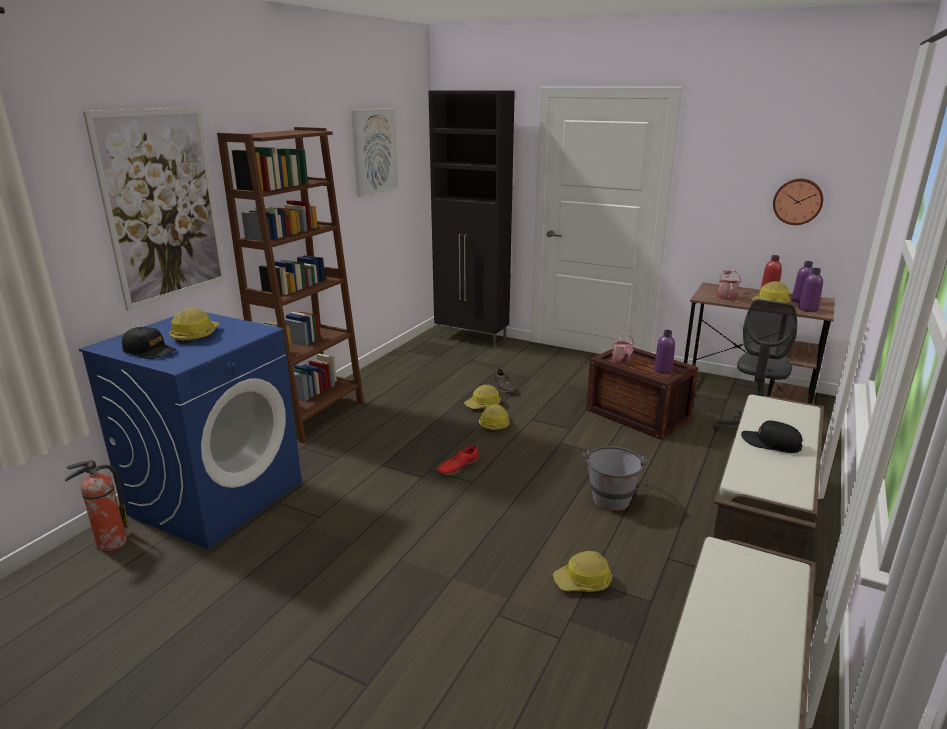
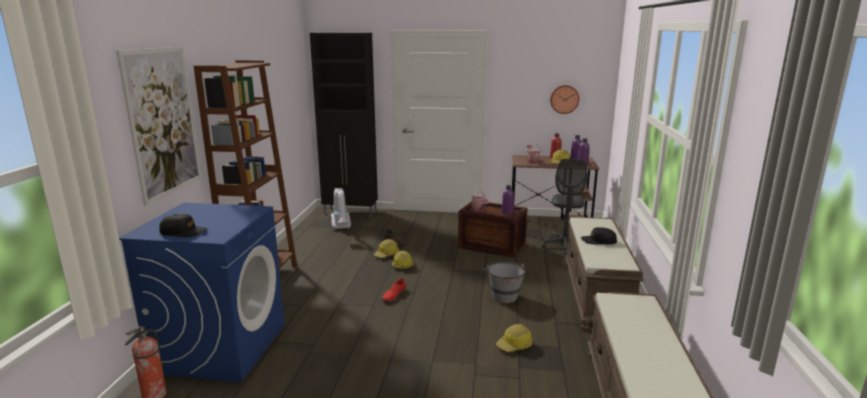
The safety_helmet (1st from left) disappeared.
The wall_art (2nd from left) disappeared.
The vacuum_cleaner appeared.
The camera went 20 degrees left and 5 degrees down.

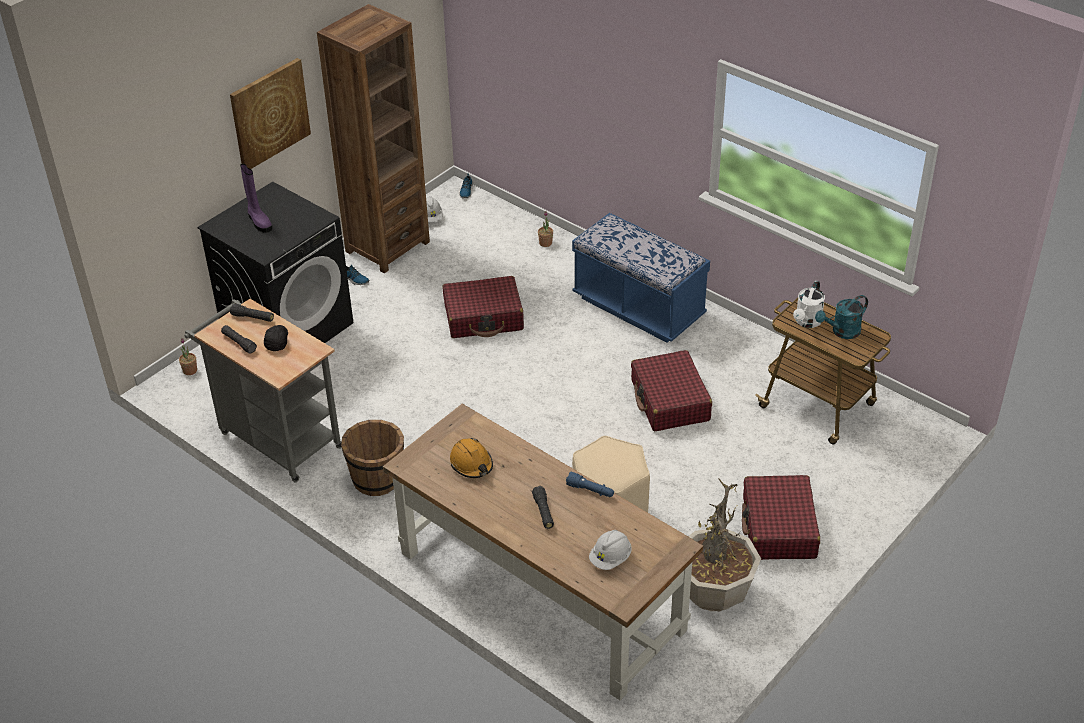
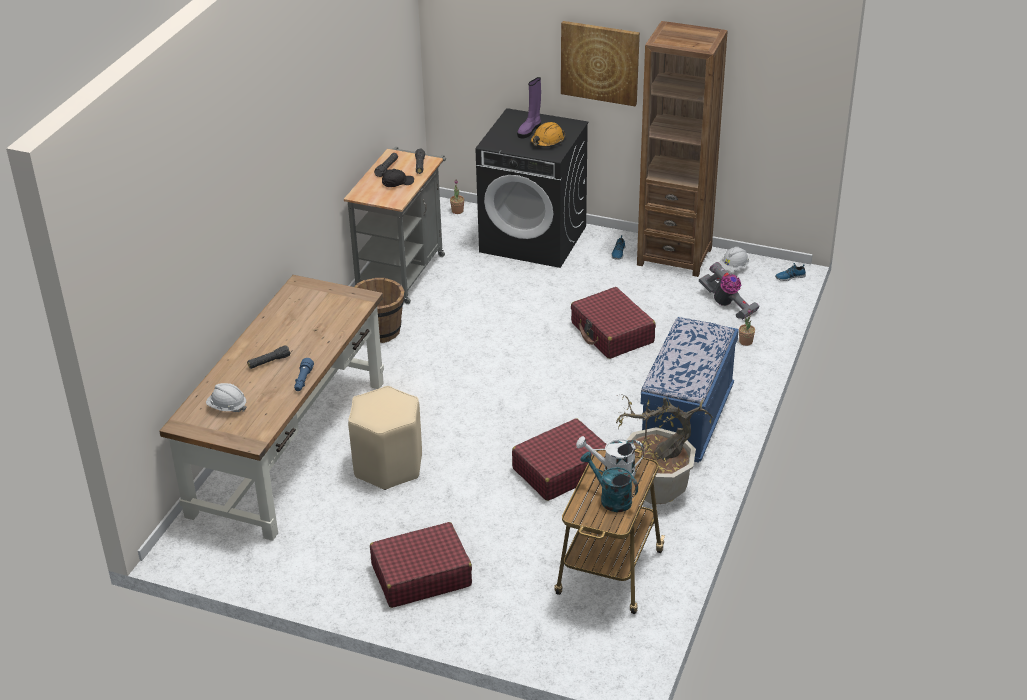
The orange-coloured_safety_helmet moved.
The potted_plant (3rd from left in the first image) moved.
The vacuum_cleaner appeared.
The camera went 70 degrees right and 5 degrees down.

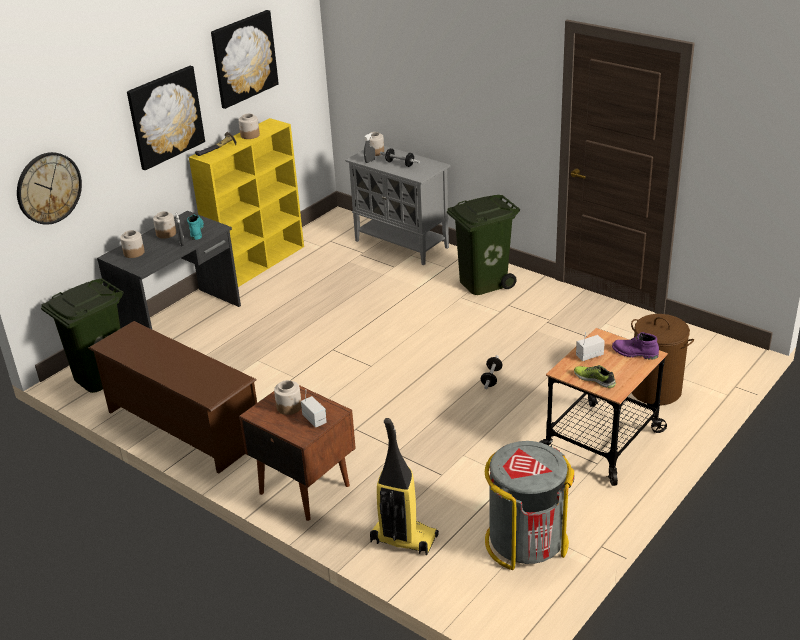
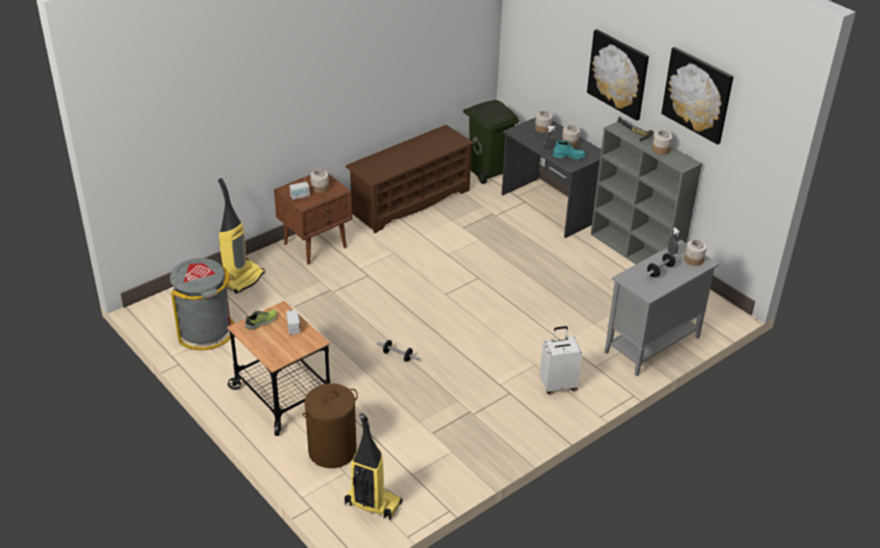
The clock_on_the_wall disappeared.
The yellow_bookshelf became the gray_bookshelf.
The greenish_trash_can (2nd from left) was replaced by the whitish_suitcase.
The purple_high-top_boot disappeared.
The vacuum_cleaner (2nd from left) appeared.
The camera went 100 degrees right and 5 degrees up.

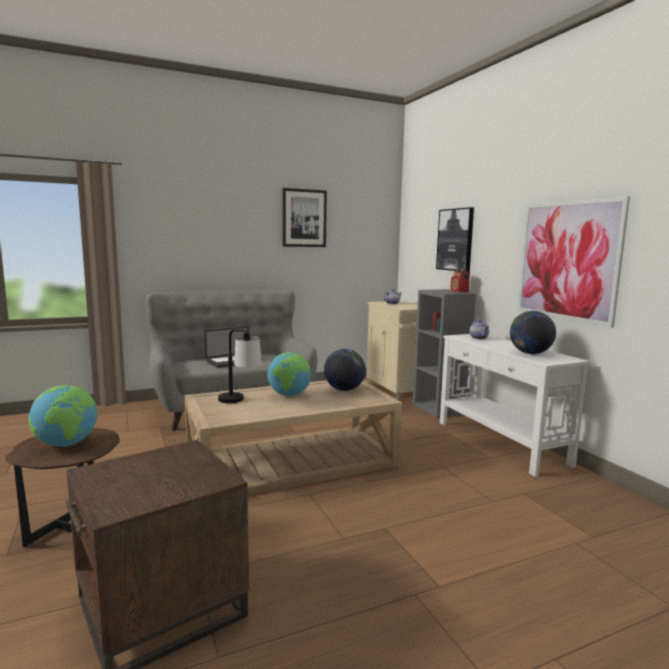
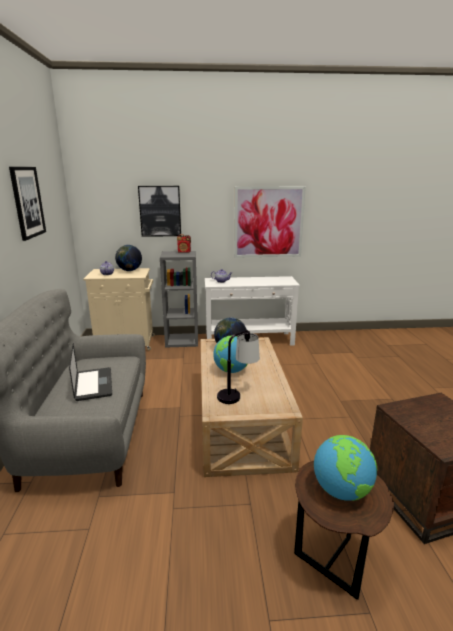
The world_globe (4th from left in the first image) moved.
The camera went 70 degrees left and 10 degrees up.

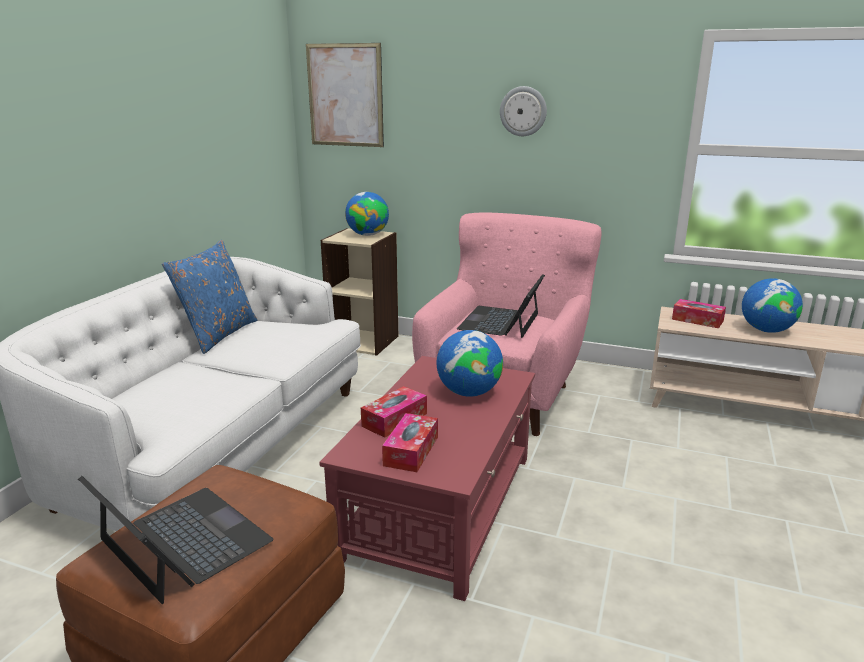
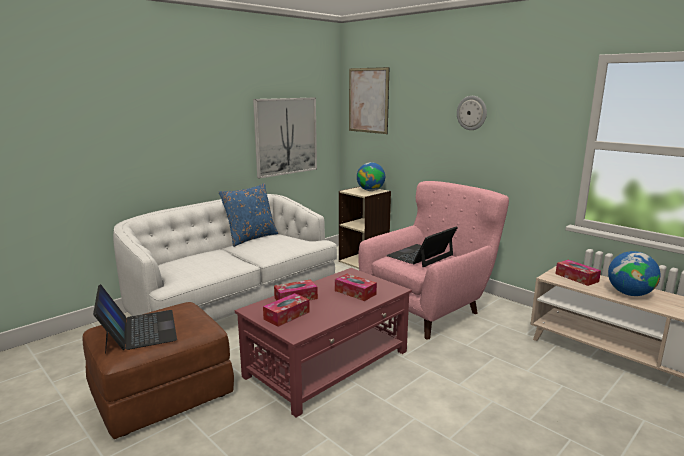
The world_globe (2nd from left) was replaced by the box_of_tissues (3rd from left).
The wall_art (1st from left) appeared.
The camera went 25 degrees right and 5 degrees down.

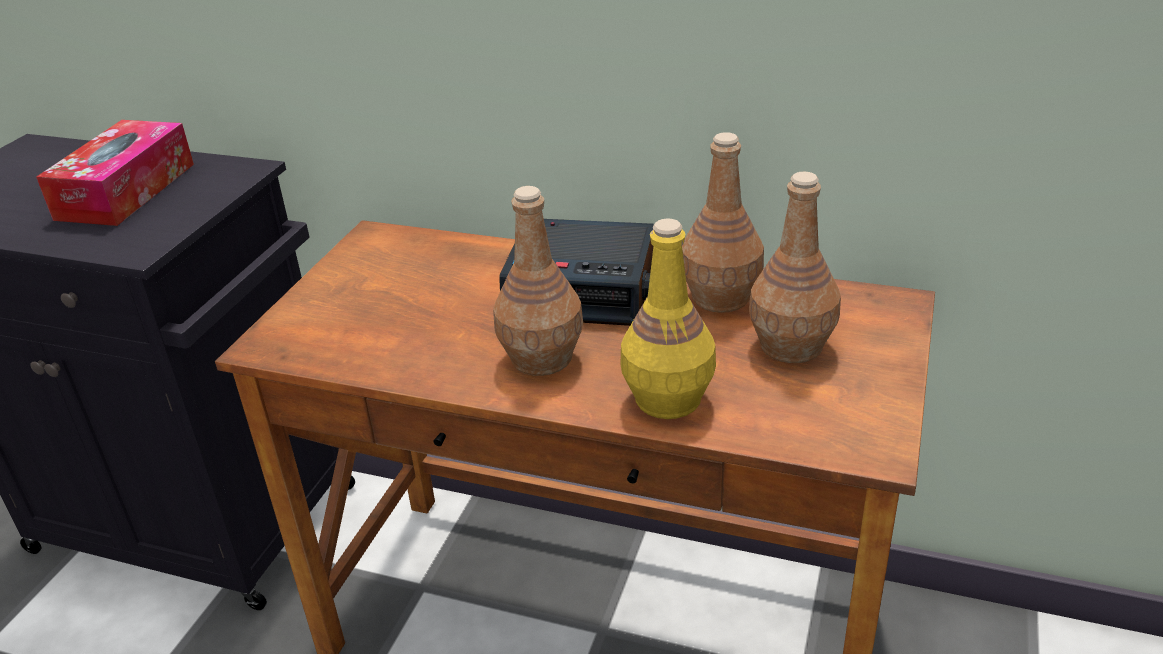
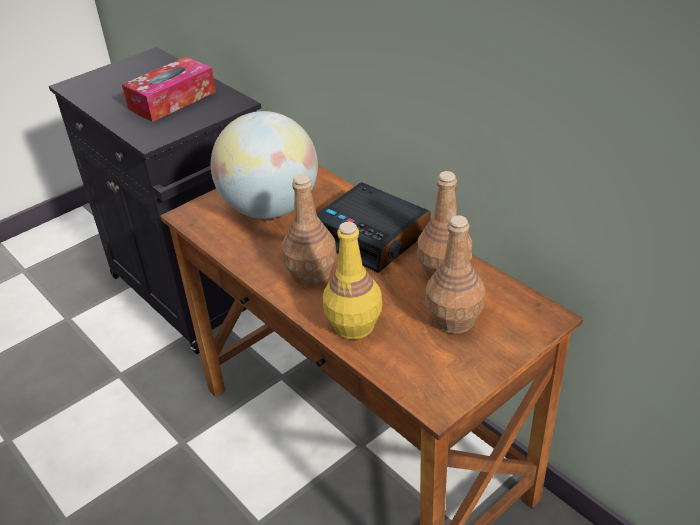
The world_globe appeared.
The camera went 30 degrees right and 5 degrees up.

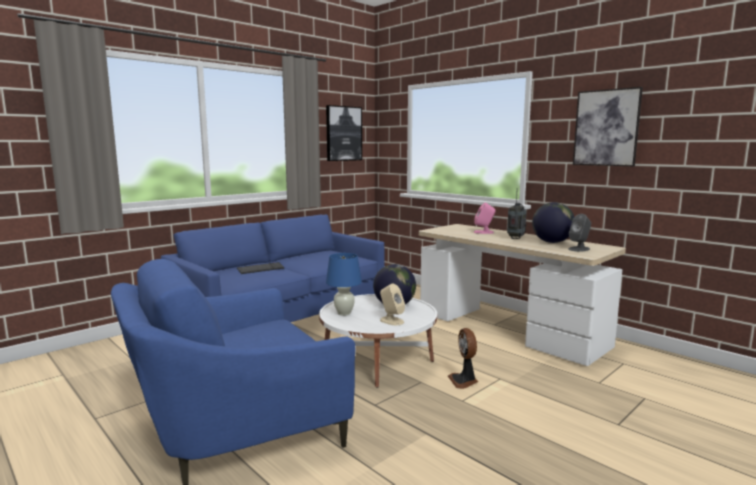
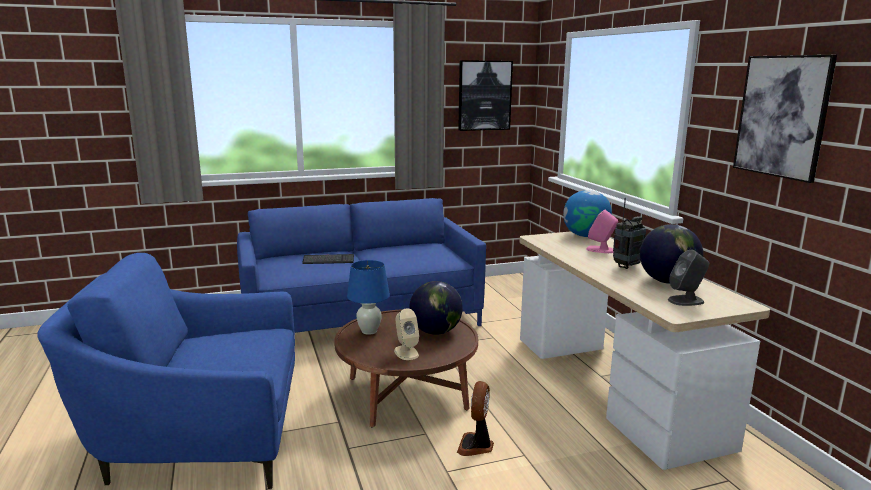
The whitish_low_table became the brownish_low_table.
The world_globe (2nd from left) appeared.
The camera went 25 degrees right and 5 degrees up.

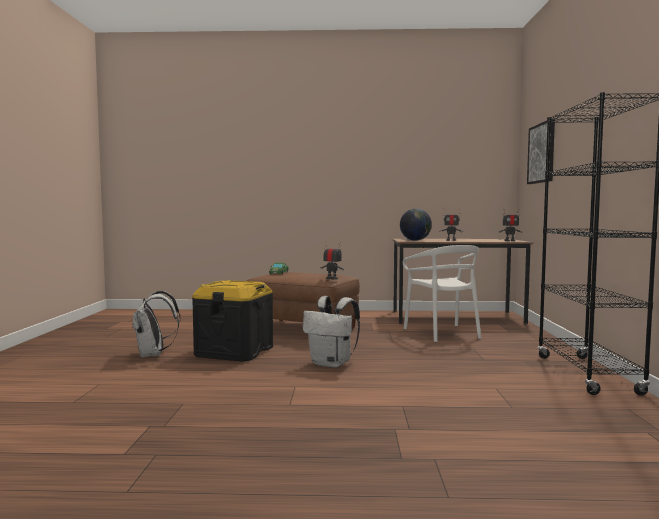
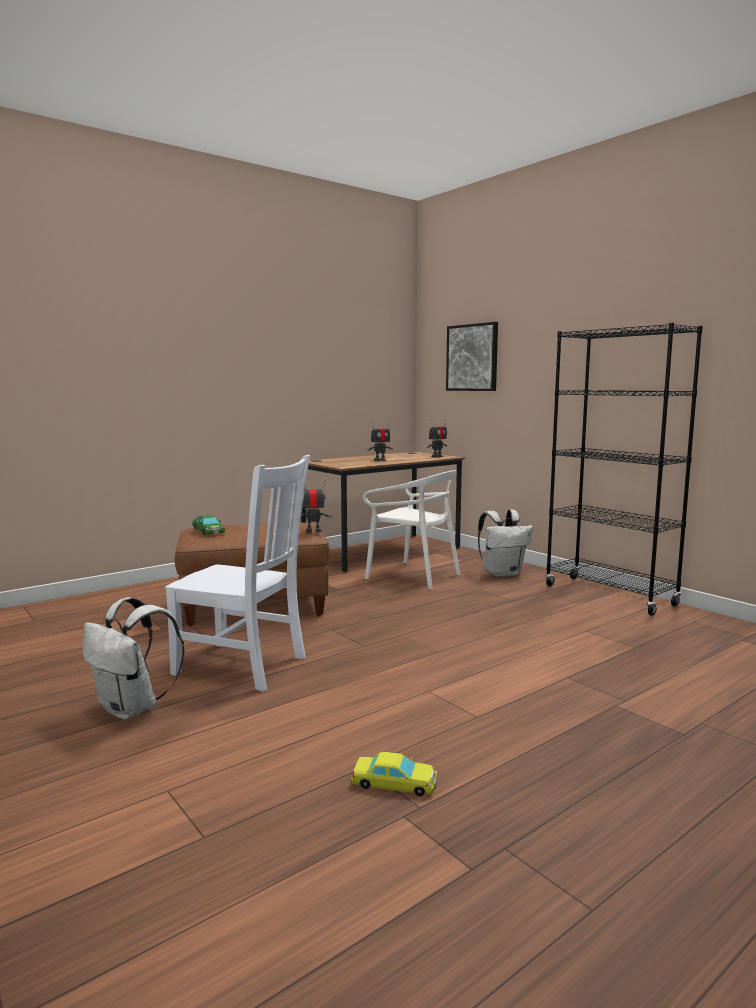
The black_storage_bin was replaced by the whitish_upright_chair (1st from left).
The whitish_backpack (2nd from left) moved.
The world_globe disappeared.
The yellow_miniature_car appeared.
The camera went 40 degrees left and 5 degrees up.

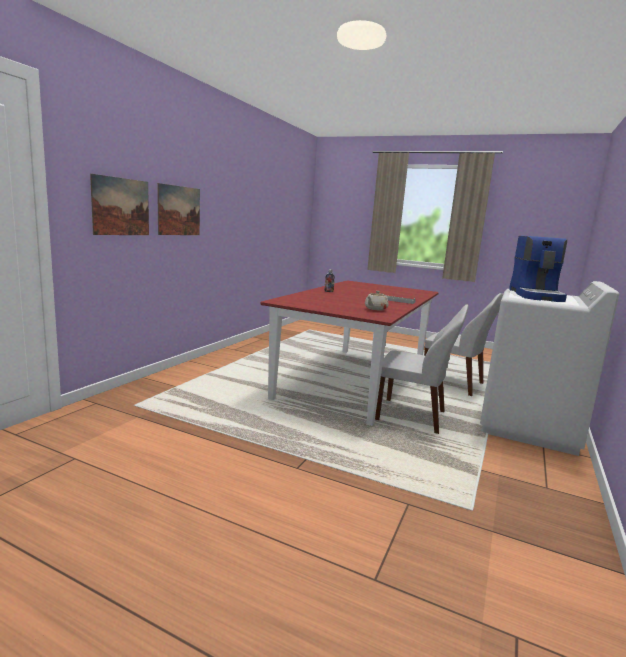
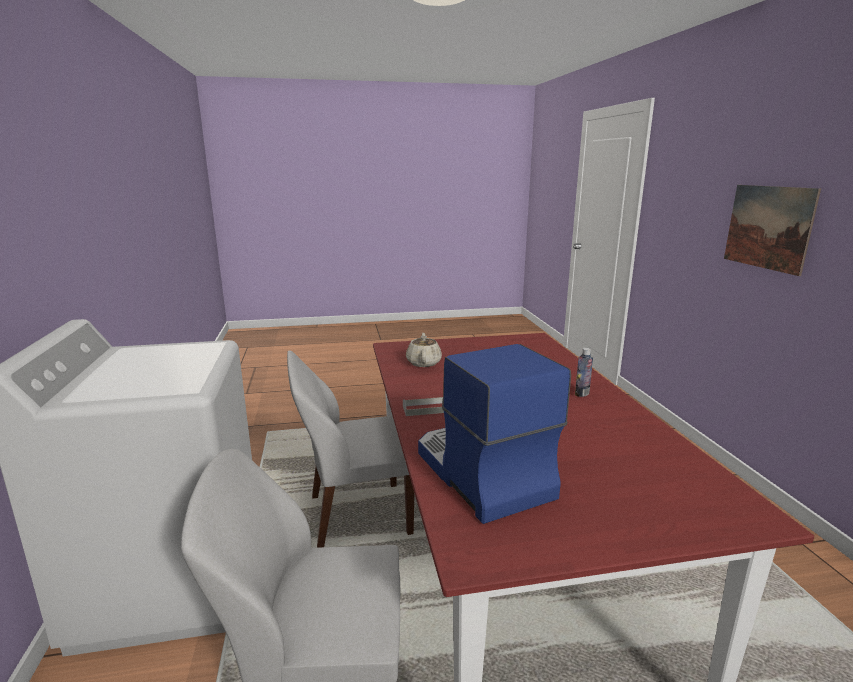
The wall_art (1st from left) disappeared.
The coffee_machine moved.
The camera went 145 degrees right and 5 degrees up.

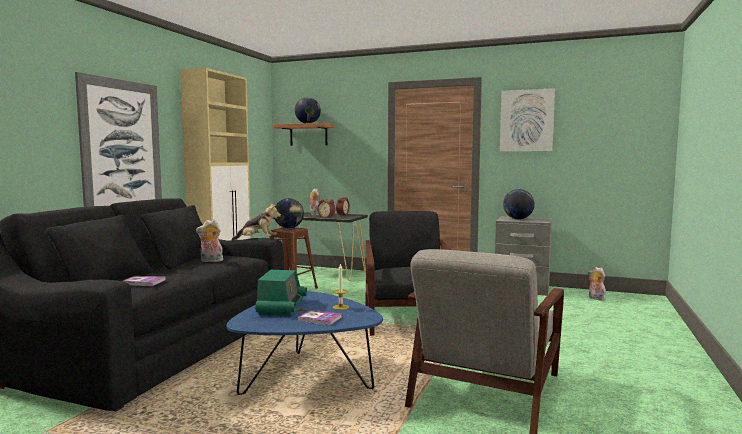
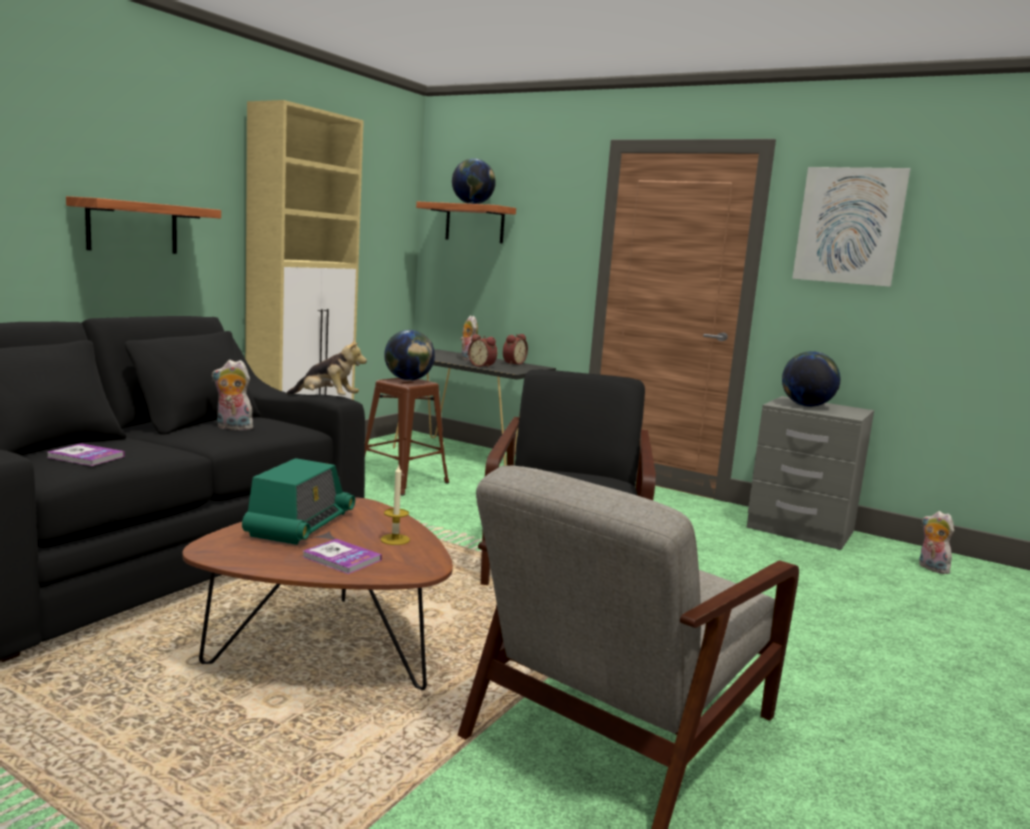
The wall_art (1st from left) was replaced by the shelf (1st from left).
The blue_low_table became the brownish_low_table.
The camera went 10 degrees right and 5 degrees up.

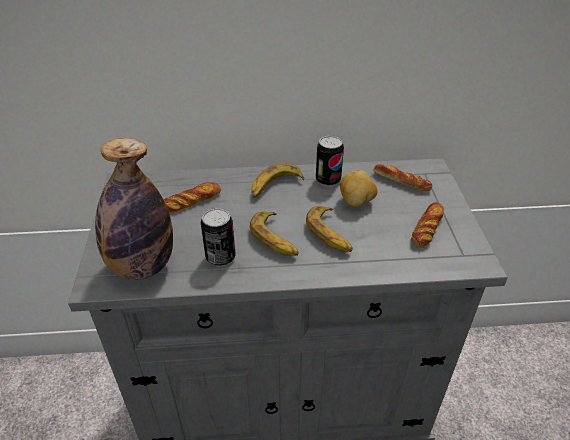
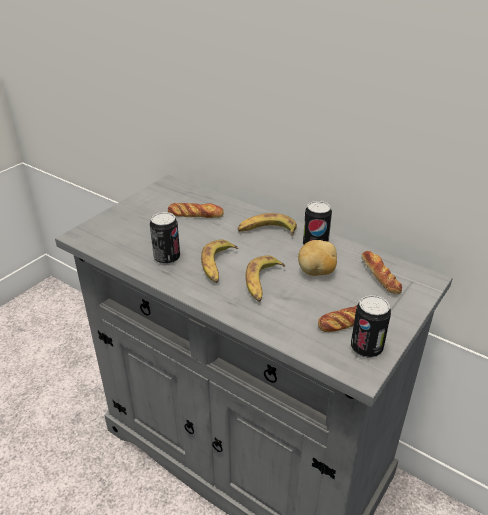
The beverage_bottle disappeared.
The sealed_can (3rd from left) appeared.
The camera went 40 degrees right and 5 degrees down.

